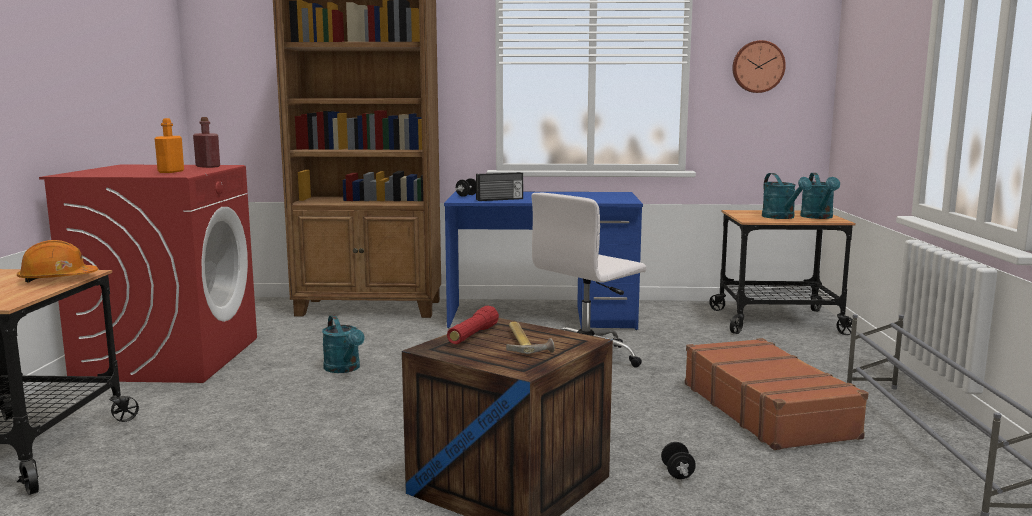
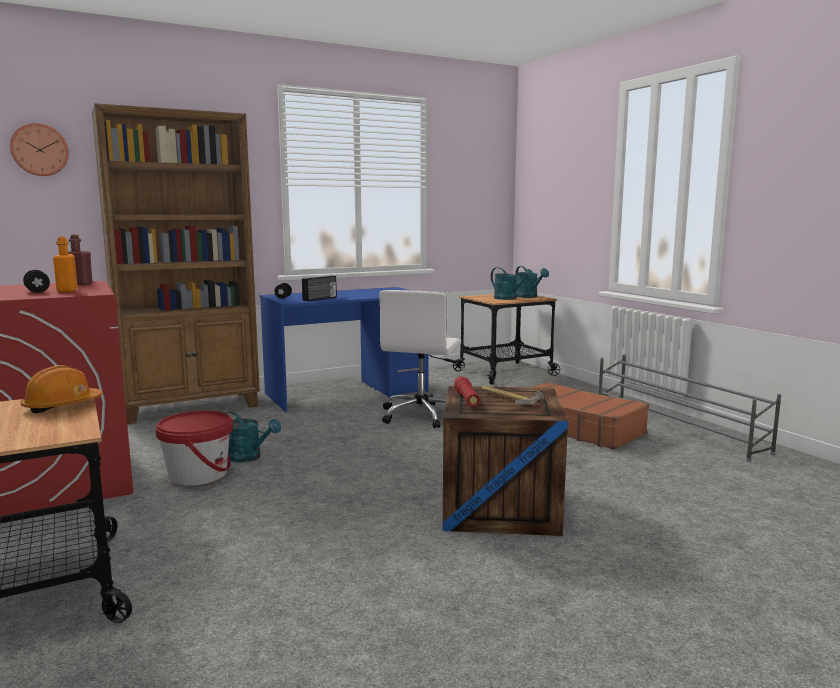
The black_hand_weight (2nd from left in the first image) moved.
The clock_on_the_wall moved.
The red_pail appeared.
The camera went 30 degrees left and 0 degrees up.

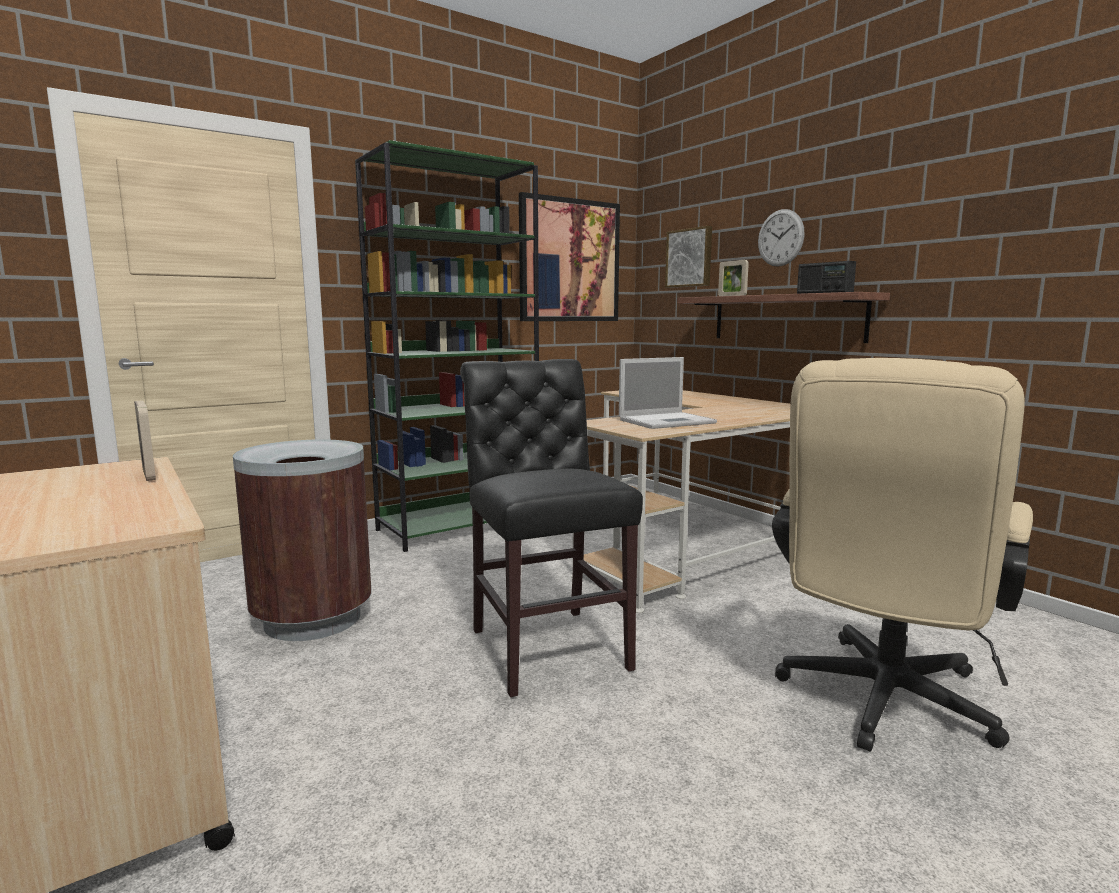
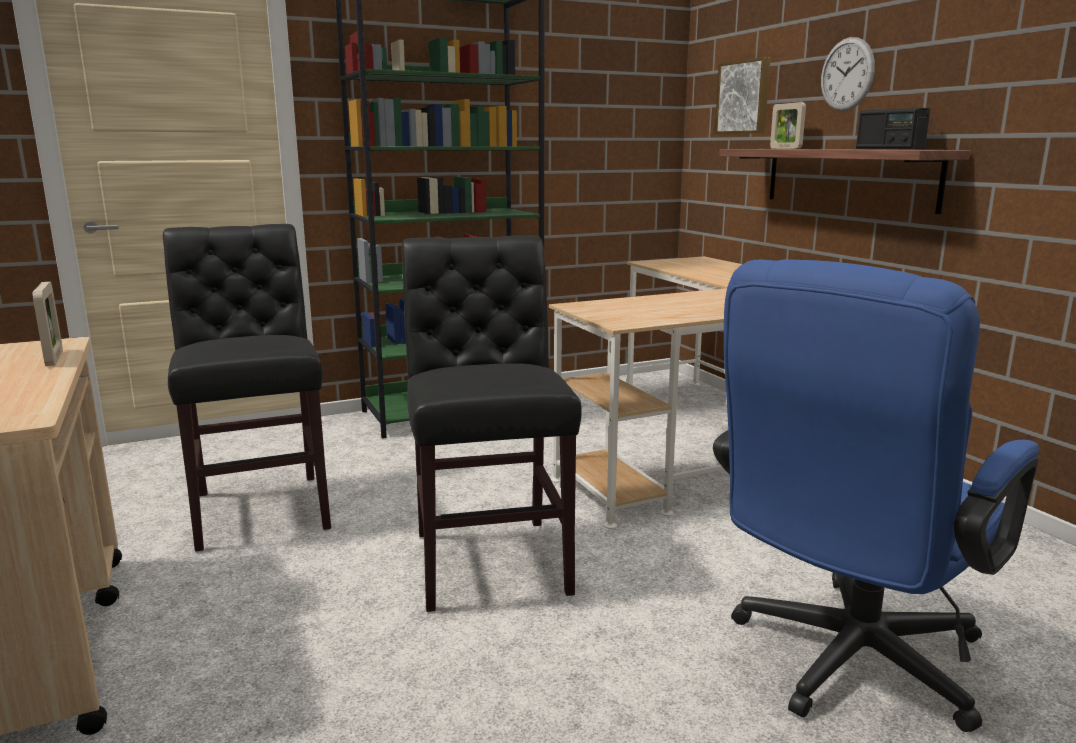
The brownish_trash_can was replaced by the black_upright_chair (1st from left).
The wall_art (1st from left) disappeared.
The portable_computer disappeared.
The sand-coloured_office_chair became the blue_office_chair.
The camera went 10 degrees right and 5 degrees up.

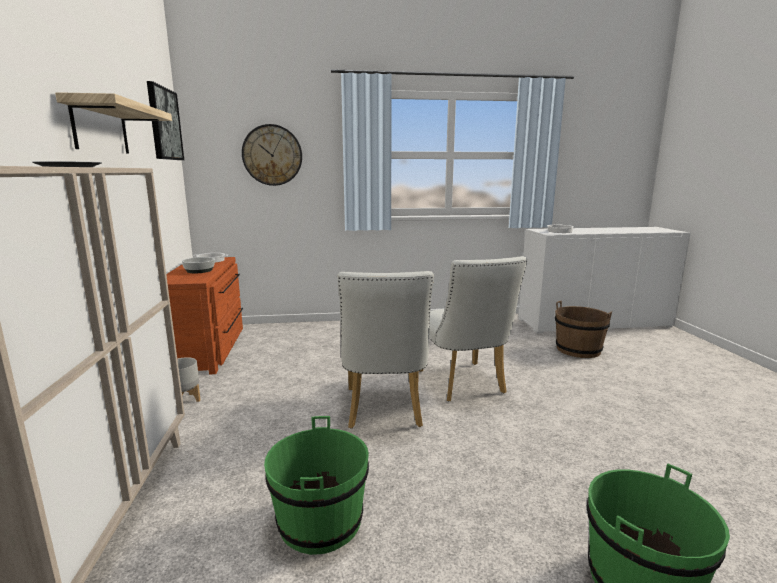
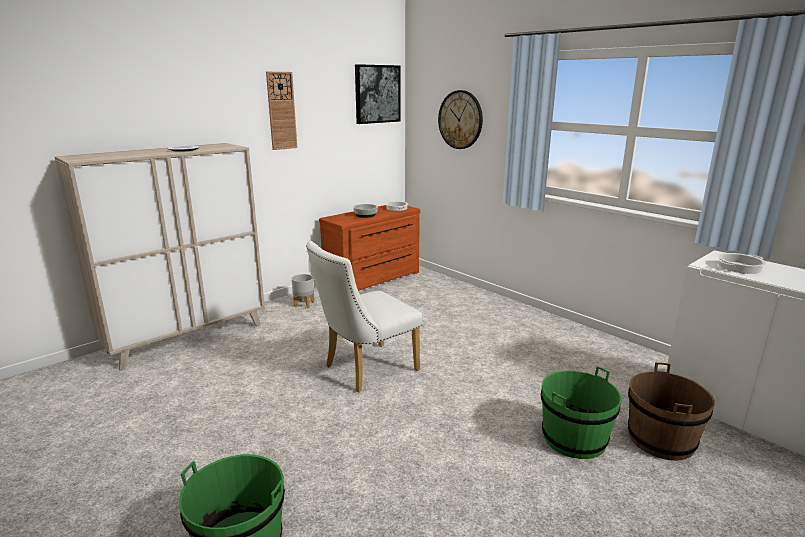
The shelf was replaced by the clock_on_the_wall (1st from left).
The greenish_pail (1st from left in the first image) moved.
The whitish_upright_chair (2nd from left) disappeared.
The camera went 55 degrees right and 5 degrees up.

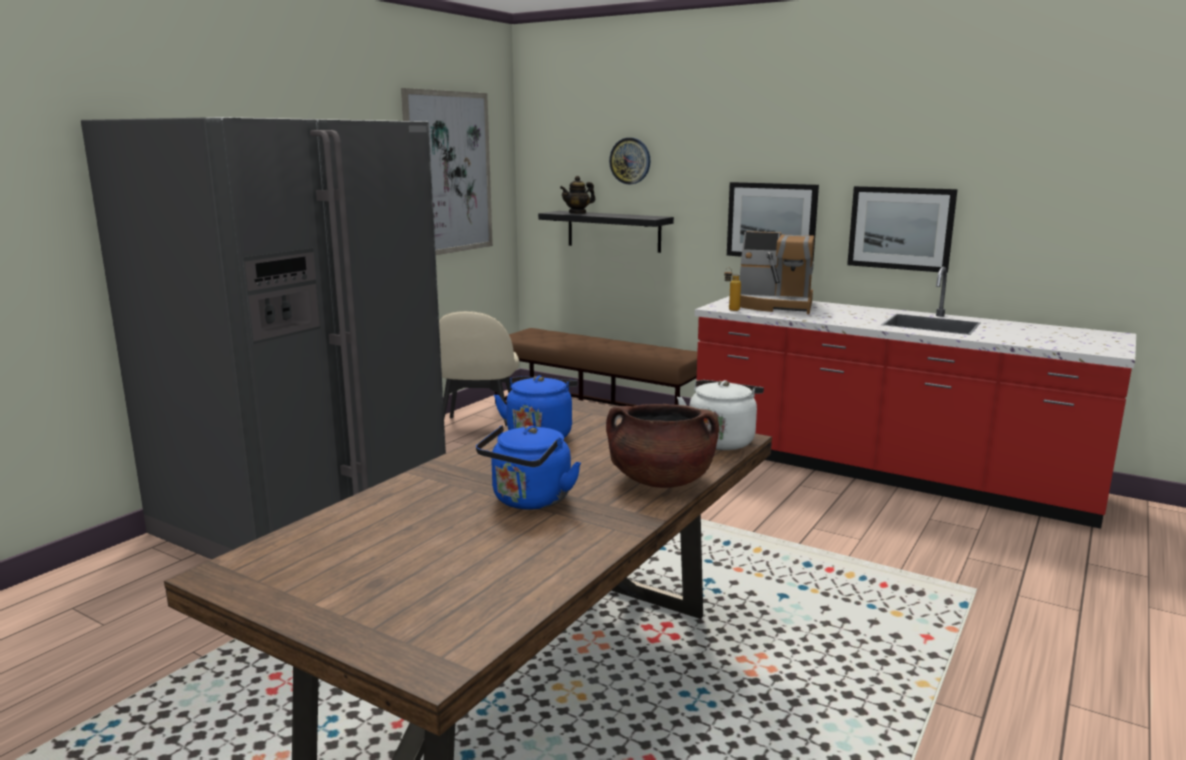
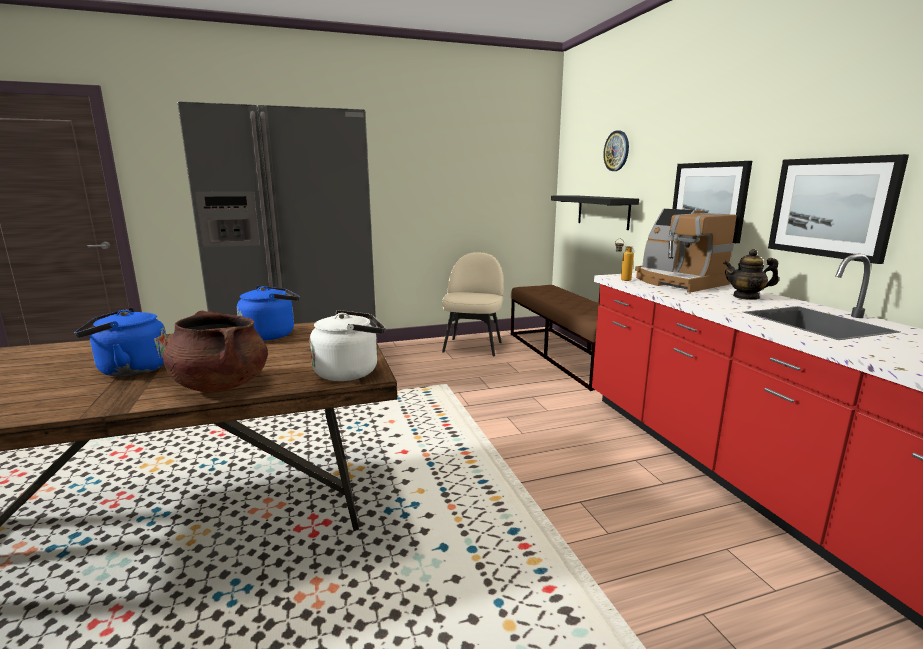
The wall_art (1st from left) disappeared.
The sand-coloured_upright_chair turned 150 degrees clockwise.
The pot_for_tea moved.
The camera went 40 degrees right and 0 degrees up.

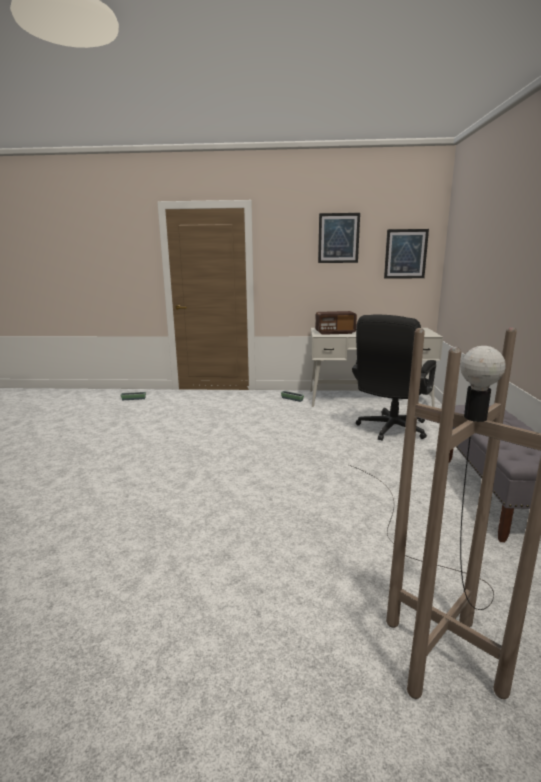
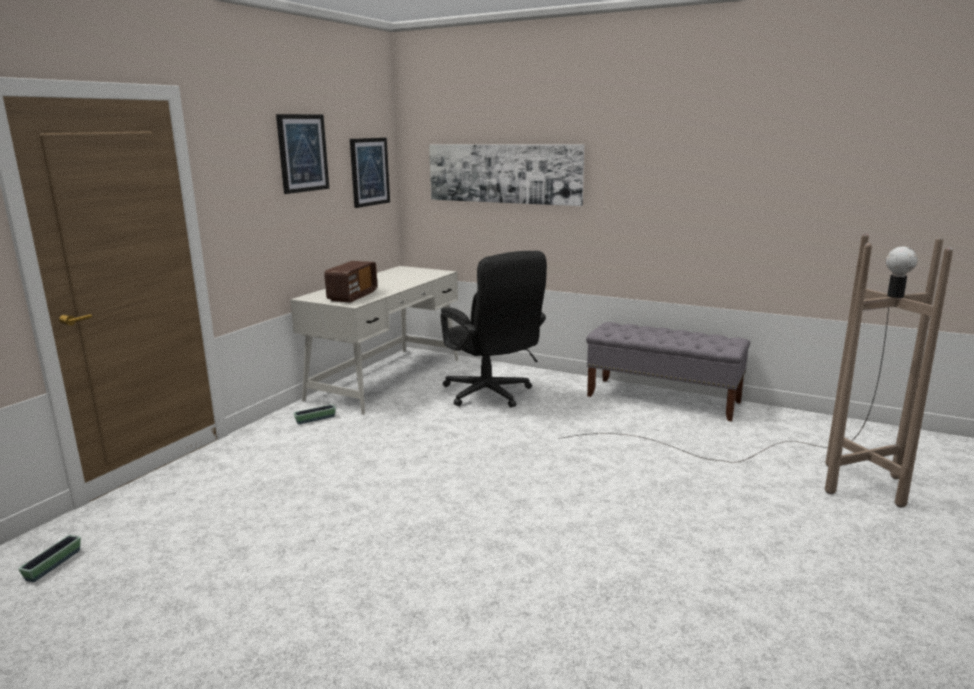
The wall_art (3rd from left) appeared.
The camera went 65 degrees left and 0 degrees up.

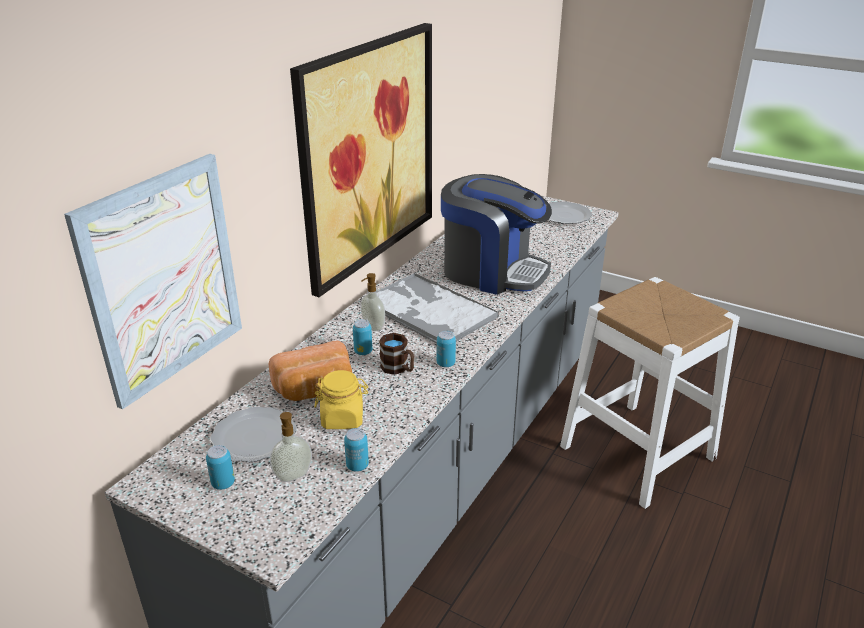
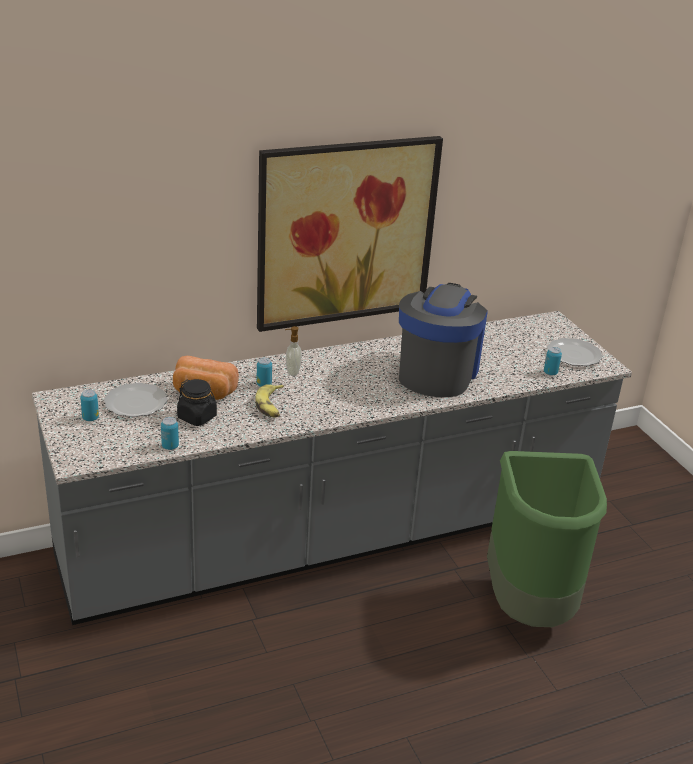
The wall_art (1st from left) disappeared.
The liquid_soap_bottle (1st from left) disappeared.
The yellow_preserve_jar became the black_preserve_jar.
The carrying_tray disappeared.
The brownish_tea_mug was replaced by the banana_fruit.
The sealed_can (4th from left) moved.
The coffee_machine turned 135 degrees counterclockwise.
The whitish_stool_seat was replaced by the greenish_trash_can.
The camera went 35 degrees right and 0 degrees up.

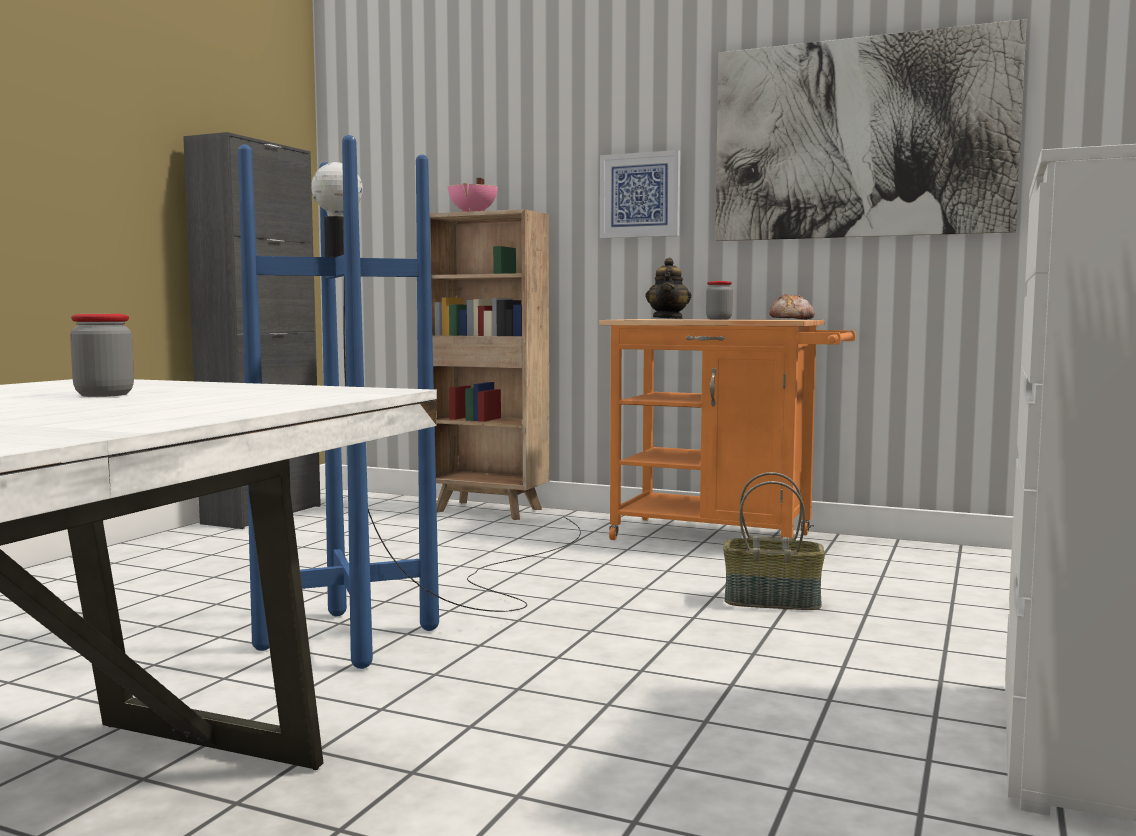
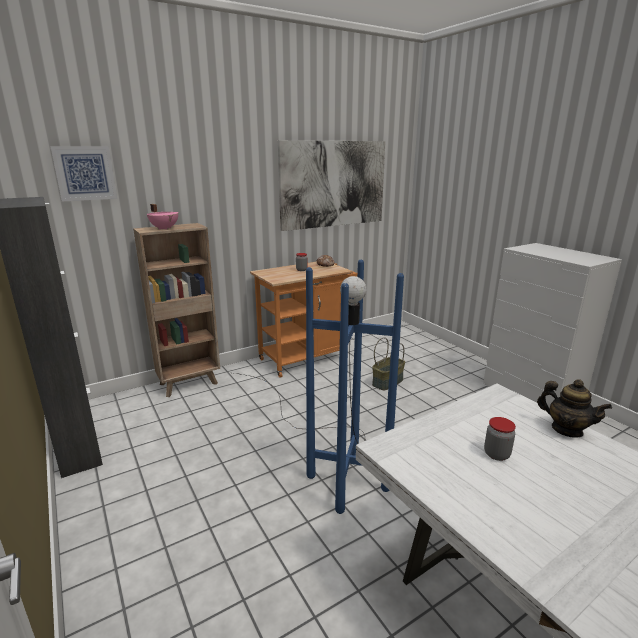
The wall_art (1st from left) moved.
The pot_for_tea moved.
The camera went 55 degrees left and 15 degrees up.

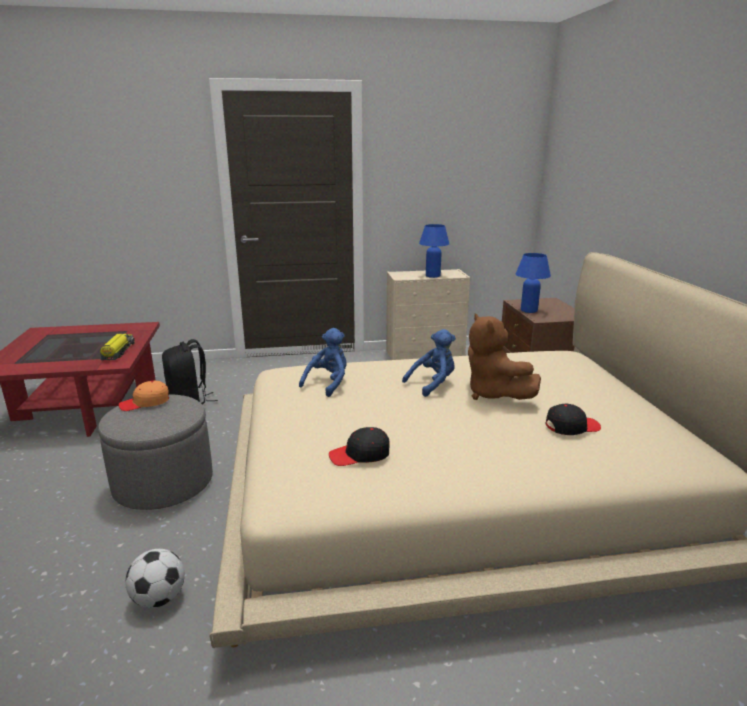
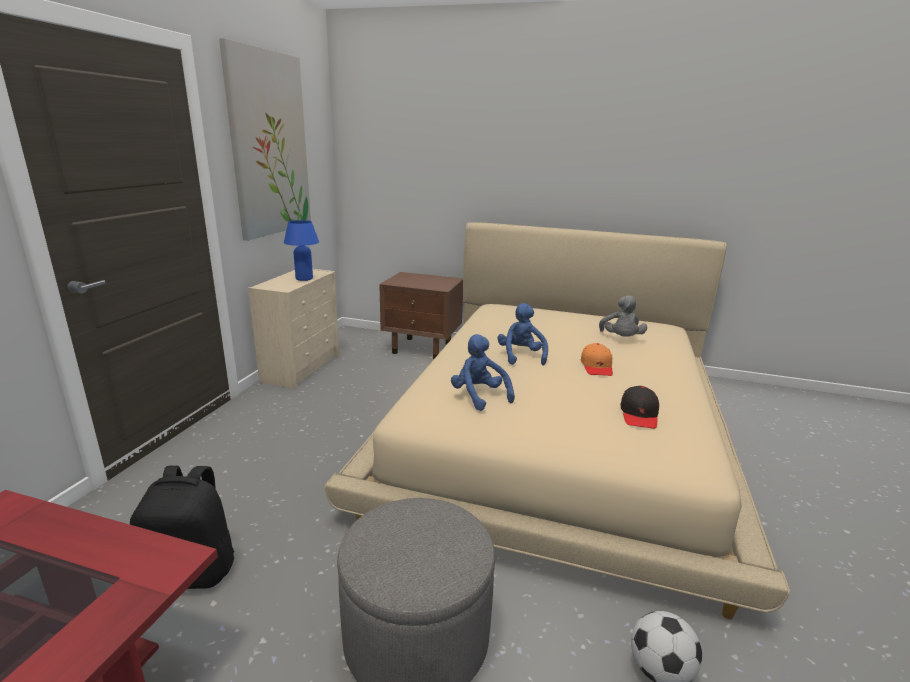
The toy_truck disappeared.
The orange-coloured_baseball_cap moved.
The brownish_soft_toy disappeared.
The blue_table_lamp (2nd from left) disappeared.
The black_baseball_cap (2nd from left) was replaced by the gray_soft_toy.
The wall_art appeared.
The camera went 65 degrees left and 0 degrees up.

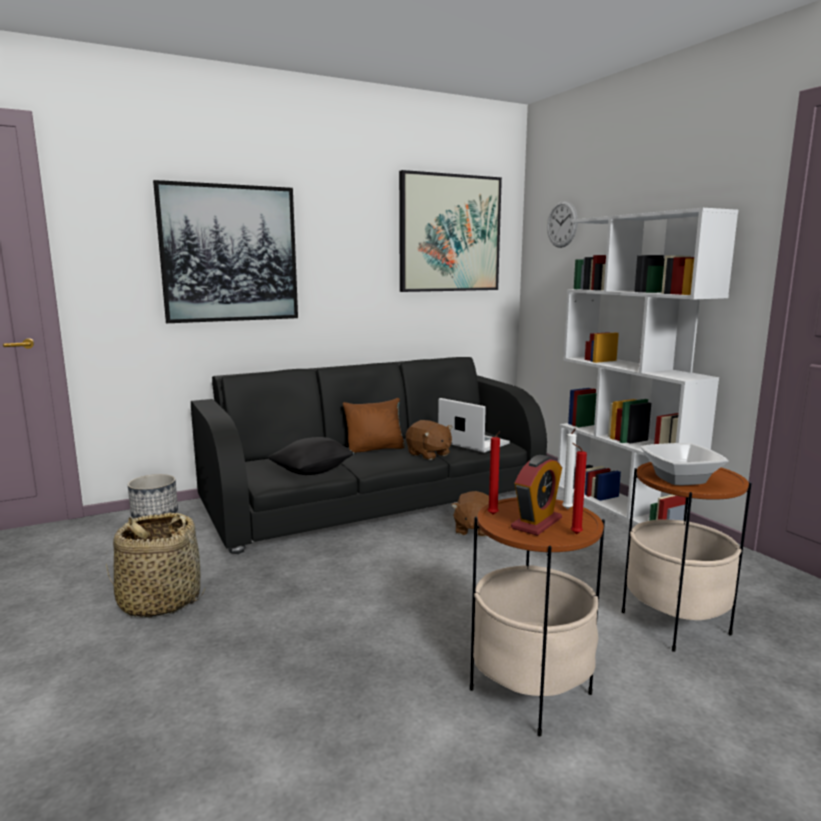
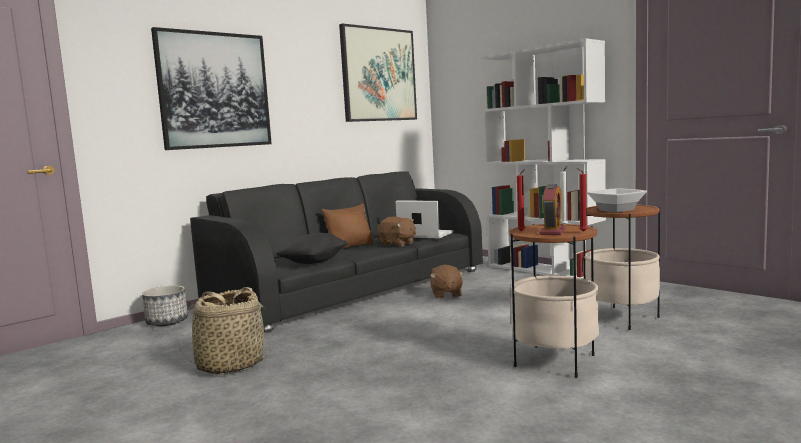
The clock_on_the_wall disappeared.
The camera went 15 degrees left and 5 degrees down.

